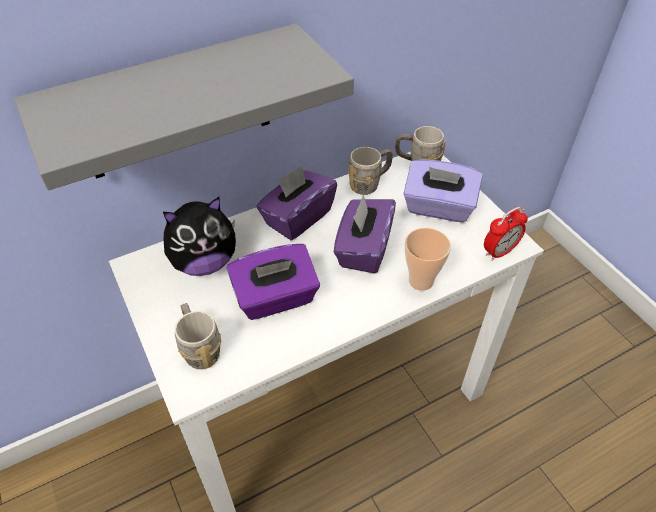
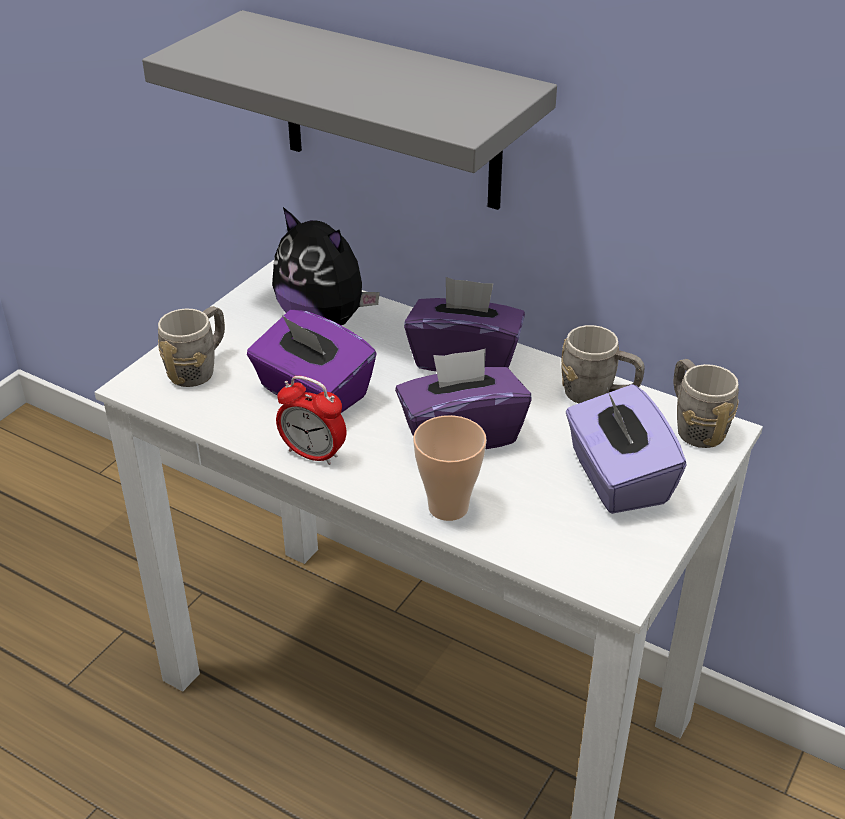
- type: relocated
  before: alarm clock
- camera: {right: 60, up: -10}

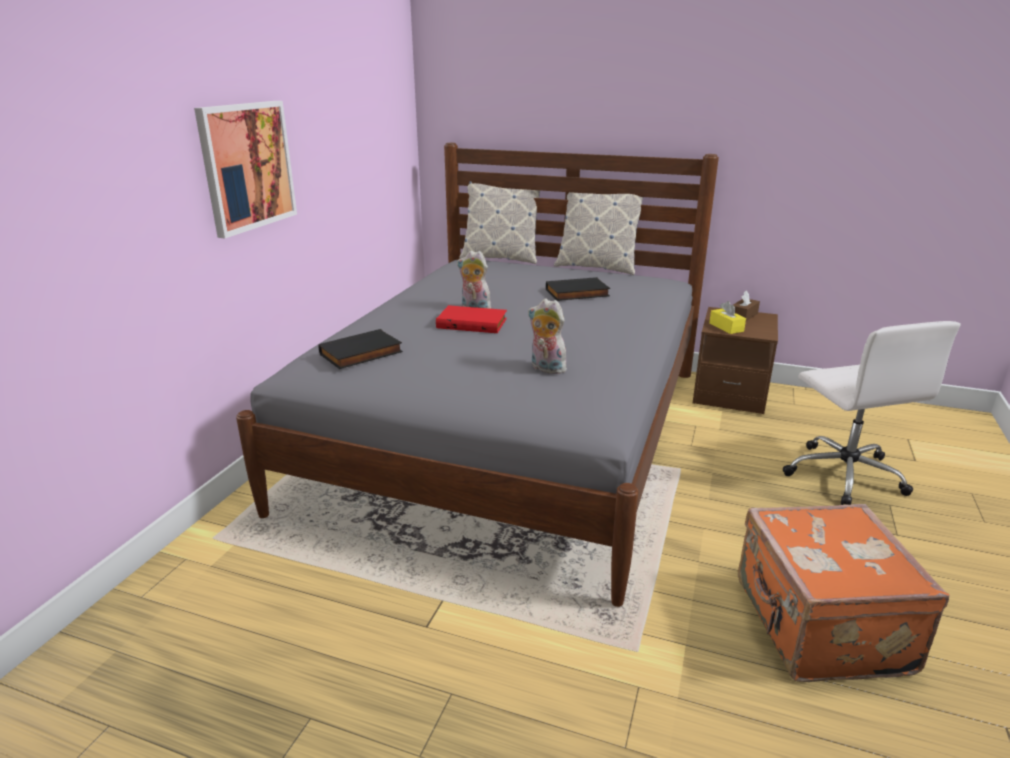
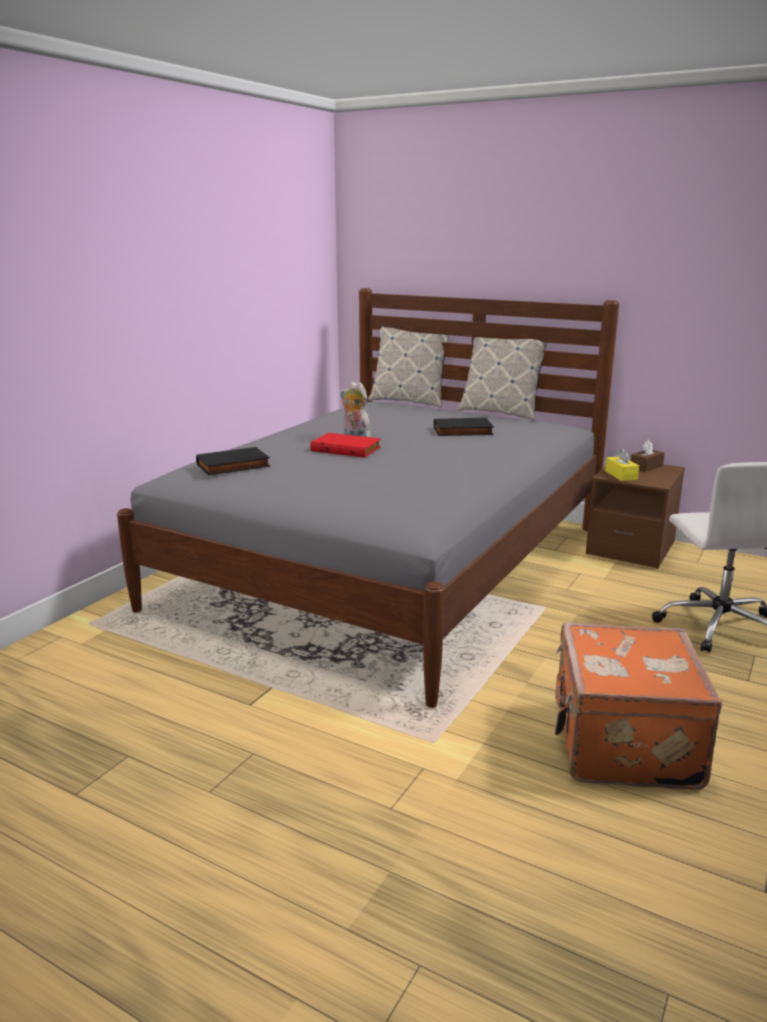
- type: missing
  before: picture
- type: missing
  before: plush toy (no. 2 from left)
- camera: {right: 10, up: -5}

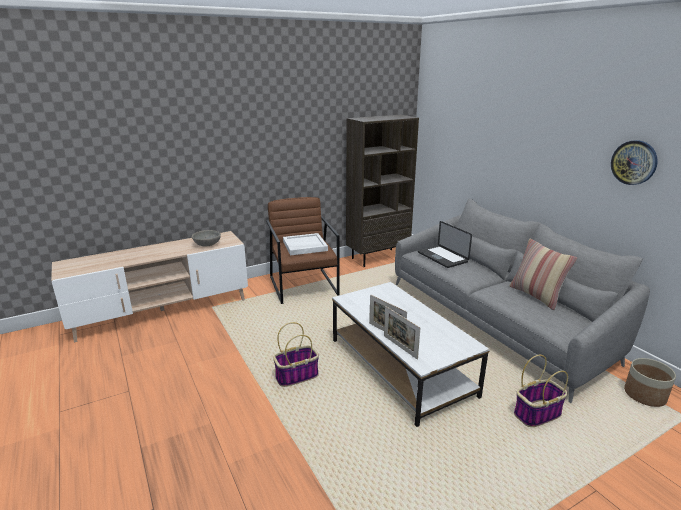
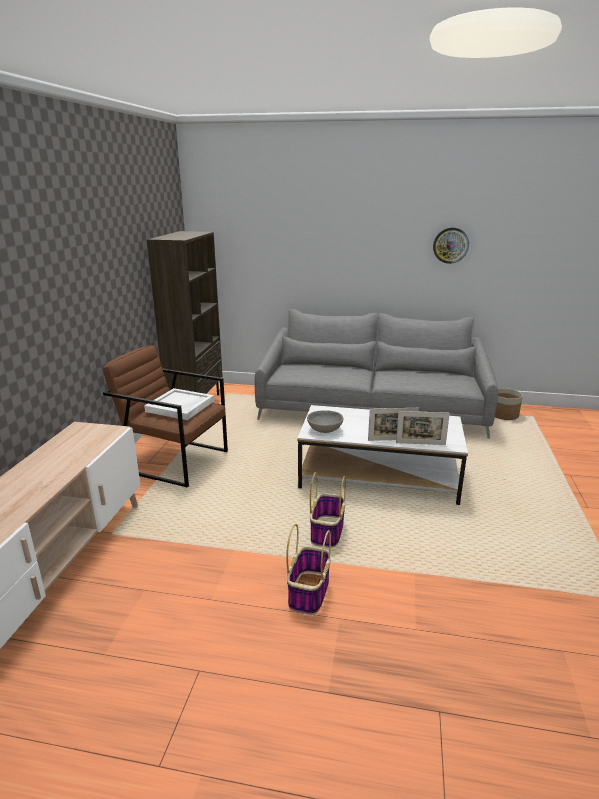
- type: missing
  before: laptop
- type: missing
  before: pillow
- type: relocated
  before: grey bowl
- type: relocated
  before: basket (no. 2 from left in the first image)
  after: basket (no. 1 from left)
- camera: {right: -50, up: 0}

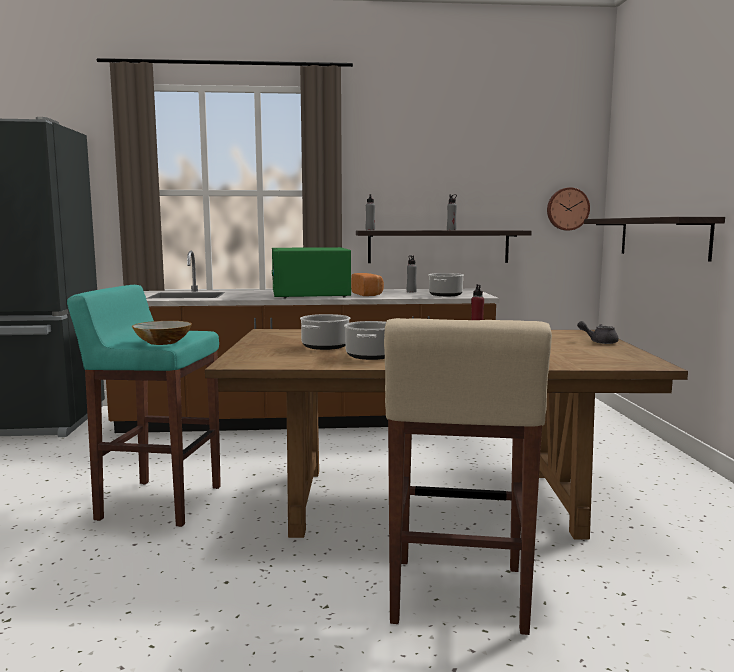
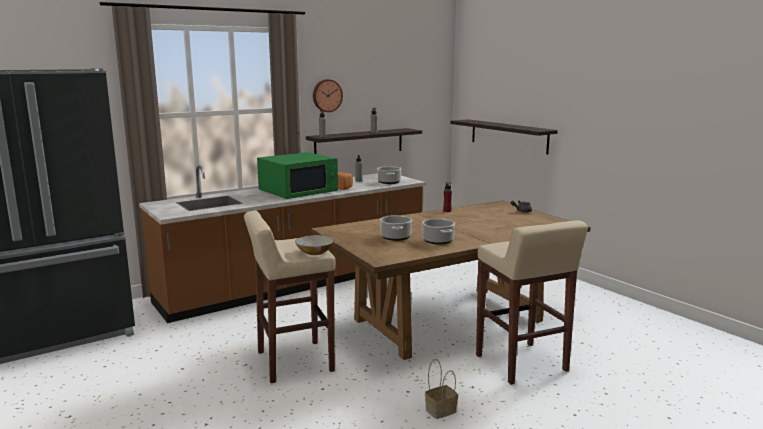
- type: appeared
  after: basket
- type: relocated
  before: wall clock
- type: colour
  before: turquoise stool
  after: beige stool (no. 1 from left)
- type: spun
  before: green microwave
  turn: -90
- camera: {right: -30, up: 5}

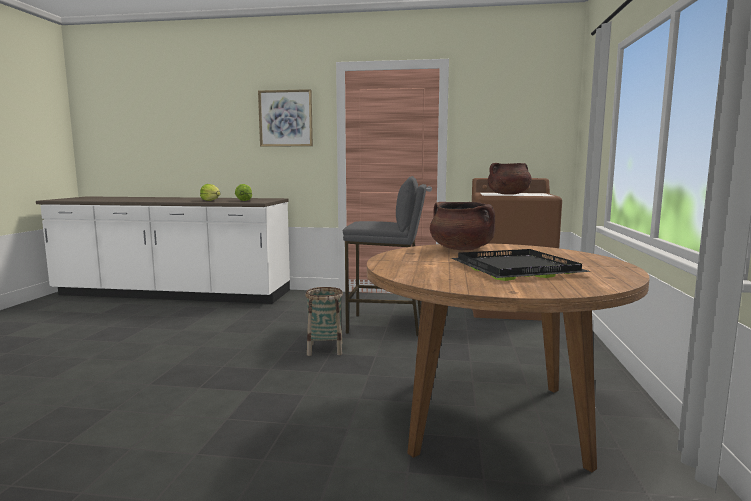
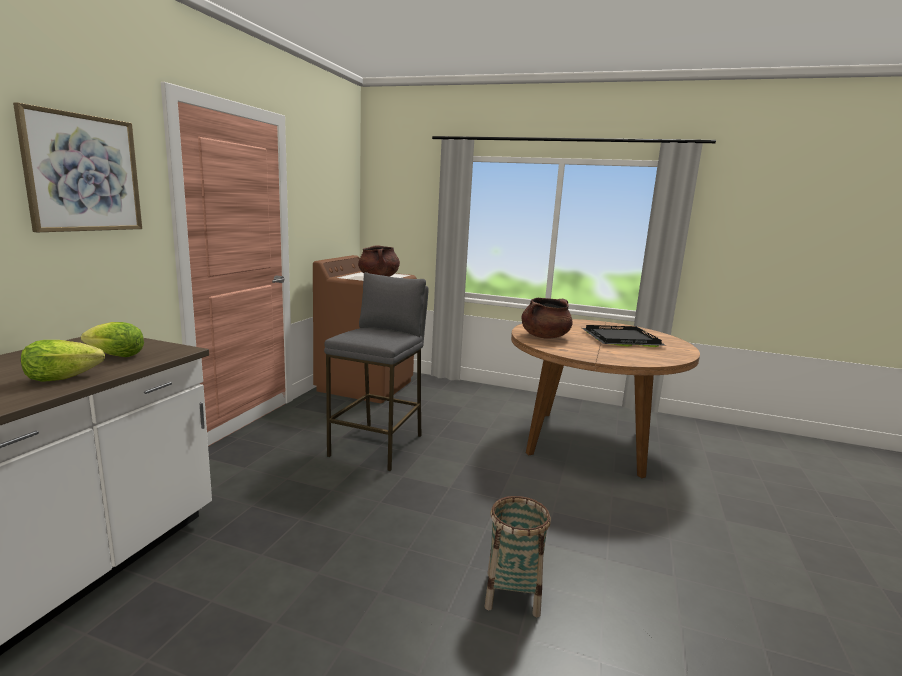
- type: relocated
  before: basket
- camera: {right: -80, up: 5}

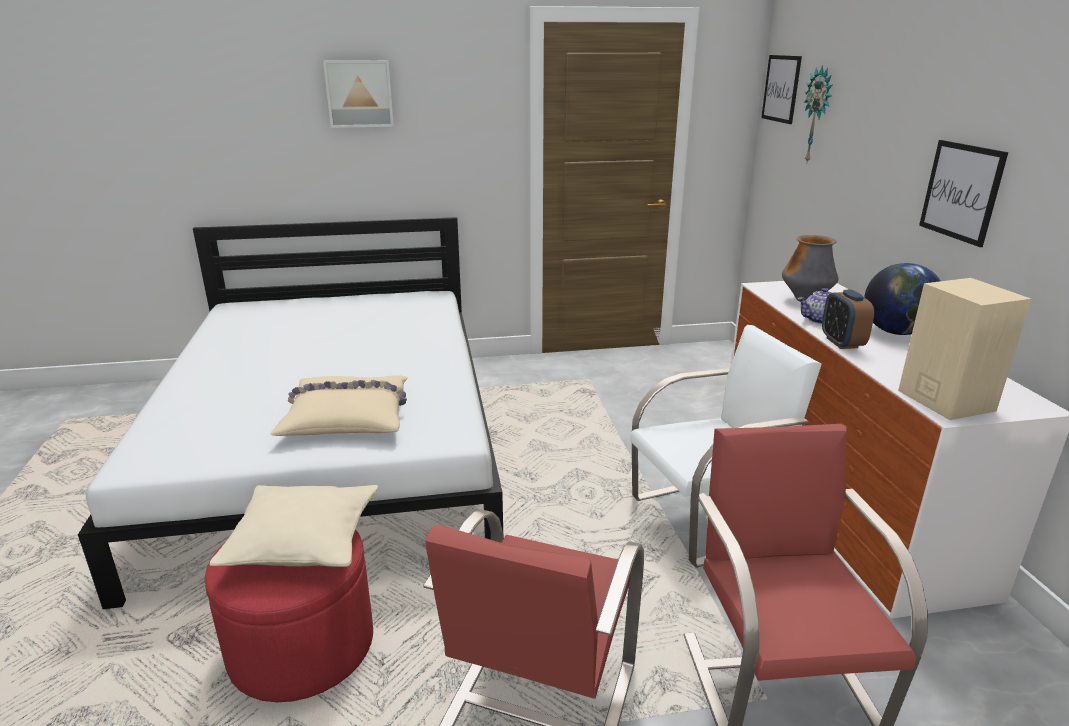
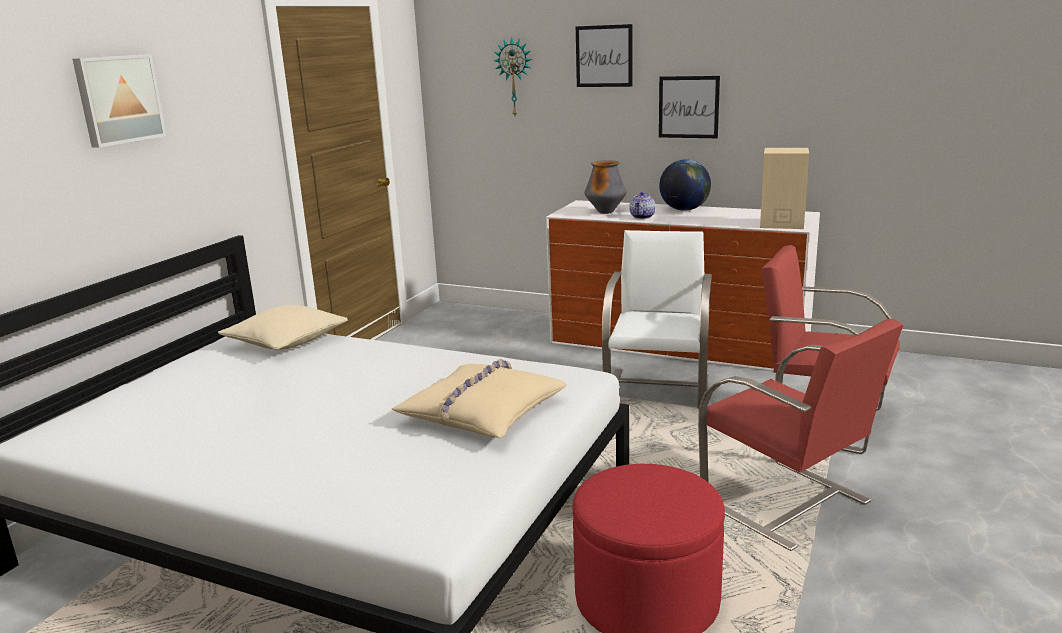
- type: missing
  before: alarm clock
- type: relocated
  before: beige pillow (no. 1 from left)
- type: relocated
  before: picture (no. 2 from left)
- camera: {right: -55, up: -5}

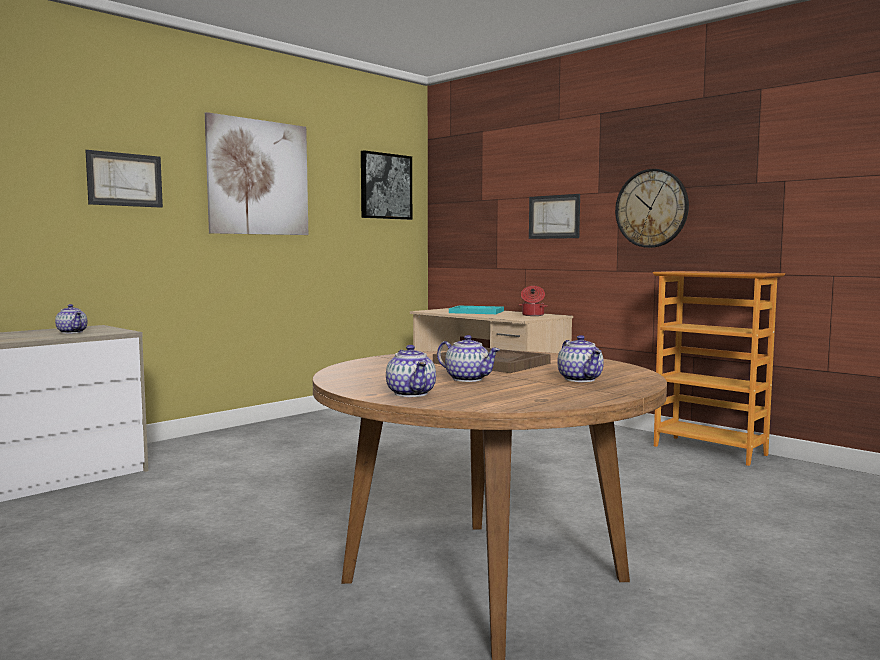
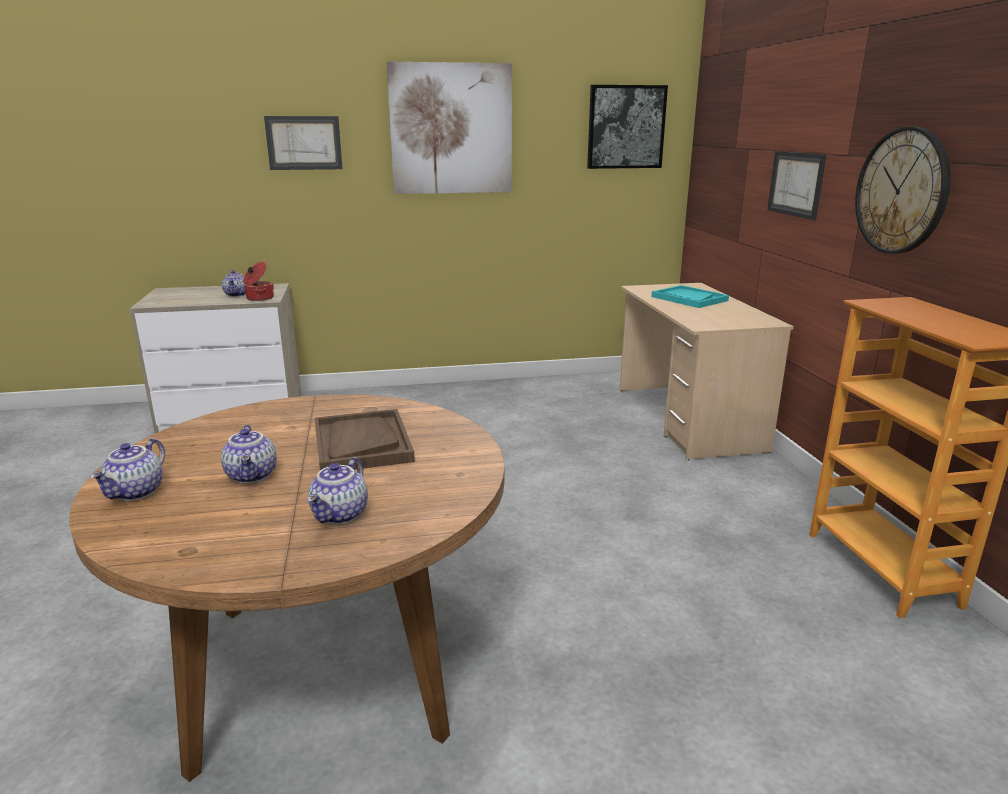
- type: relocated
  before: cooking pot
- camera: {right: 35, up: 15}

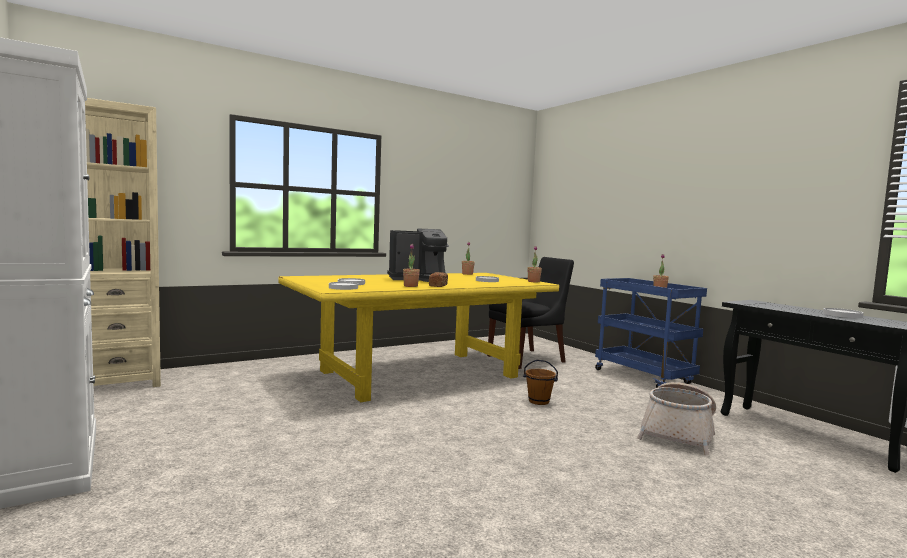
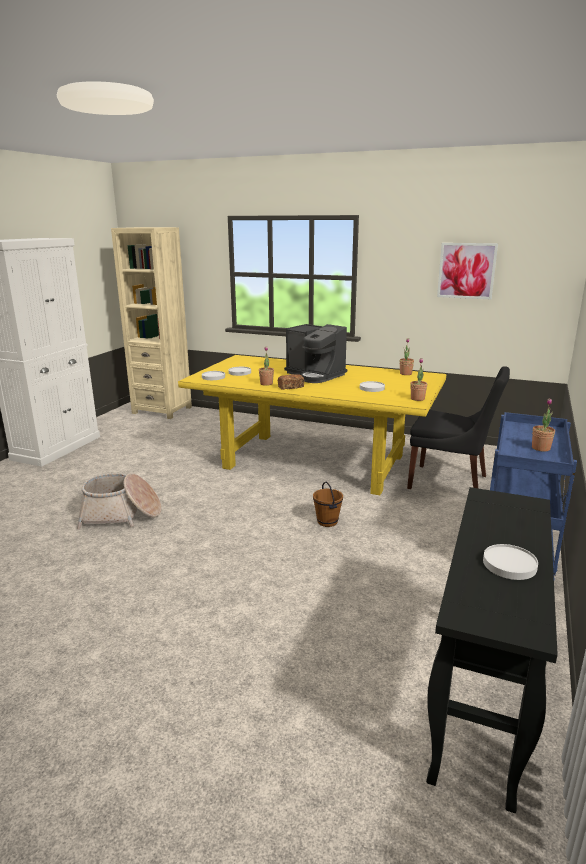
- type: appeared
  after: picture
- type: relocated
  before: basket
- camera: {right: 55, up: 15}

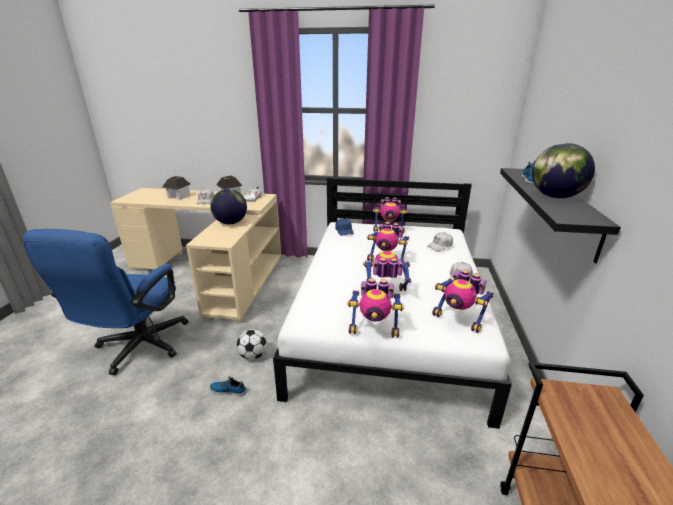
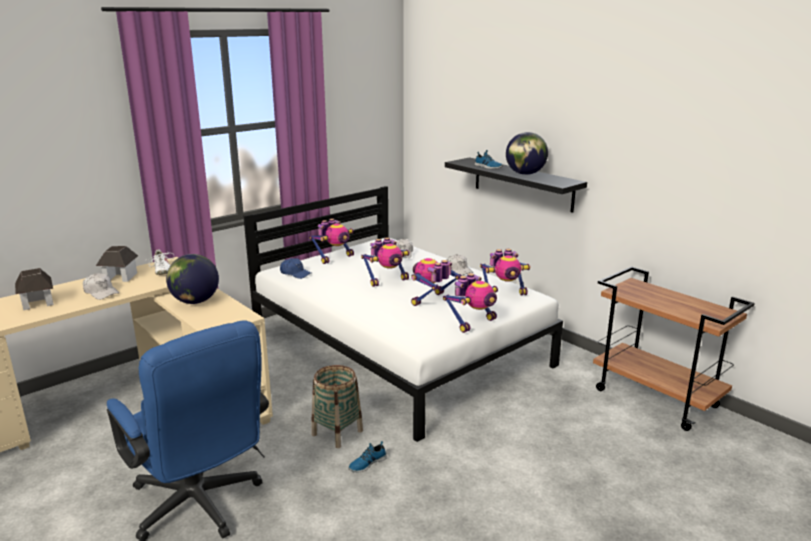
- type: exchanged
  before: football
  after: basket
- camera: {right: -50, up: -5}

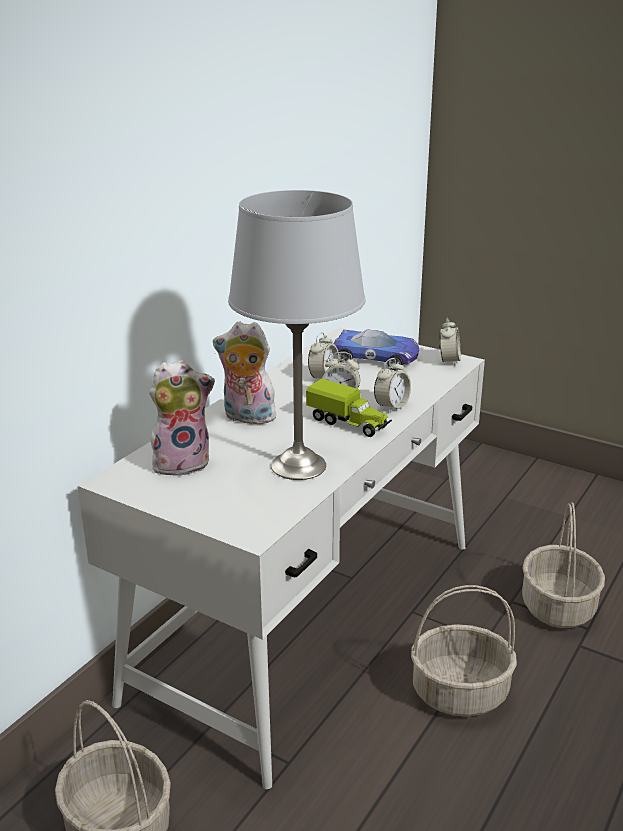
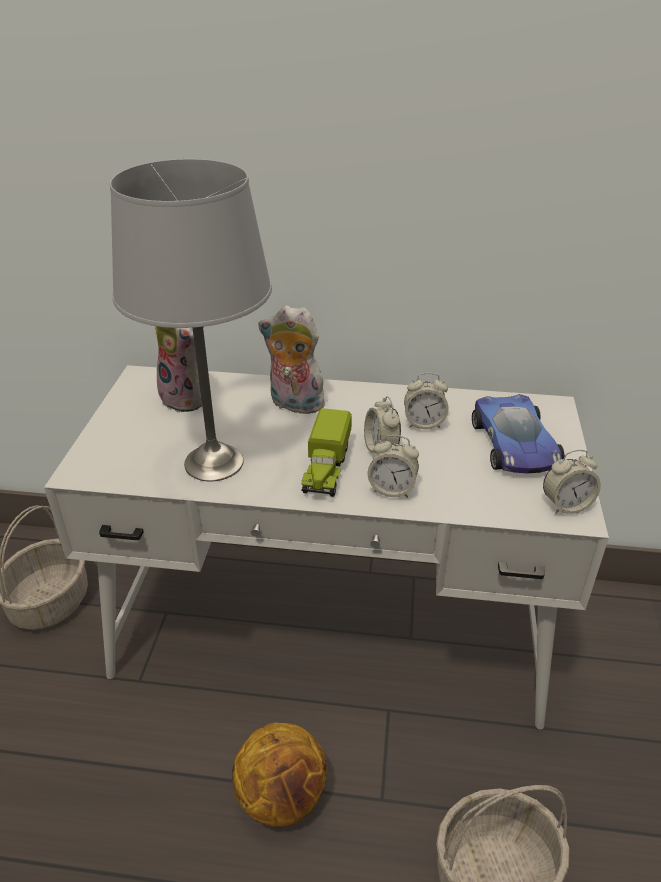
- type: exchanged
  before: basket (no. 2 from left)
  after: basketball
- type: spun
  before: plush toy (no. 2 from left)
  turn: -60
- camera: {right: 65, up: 10}

